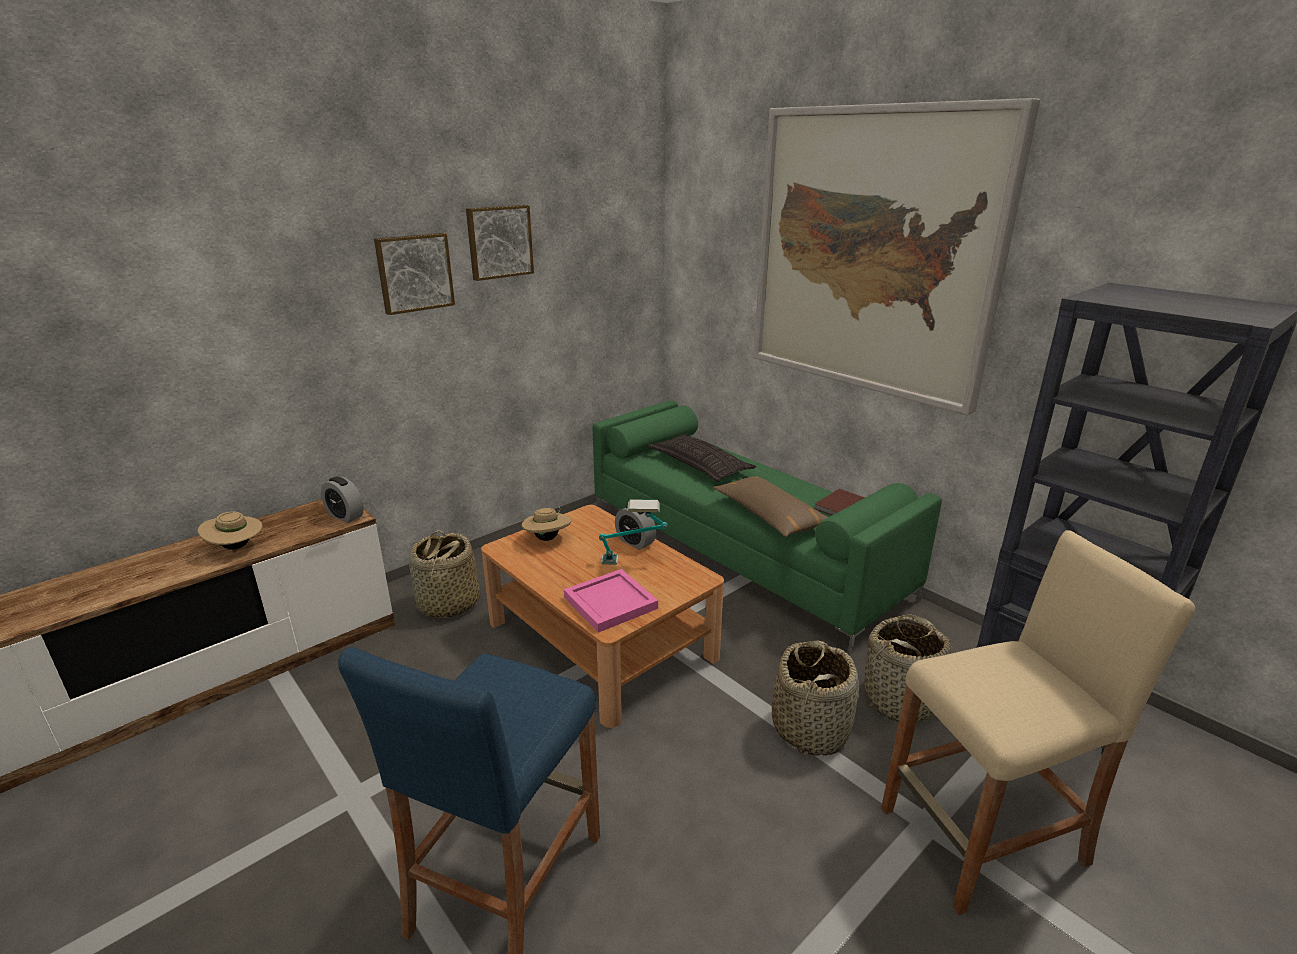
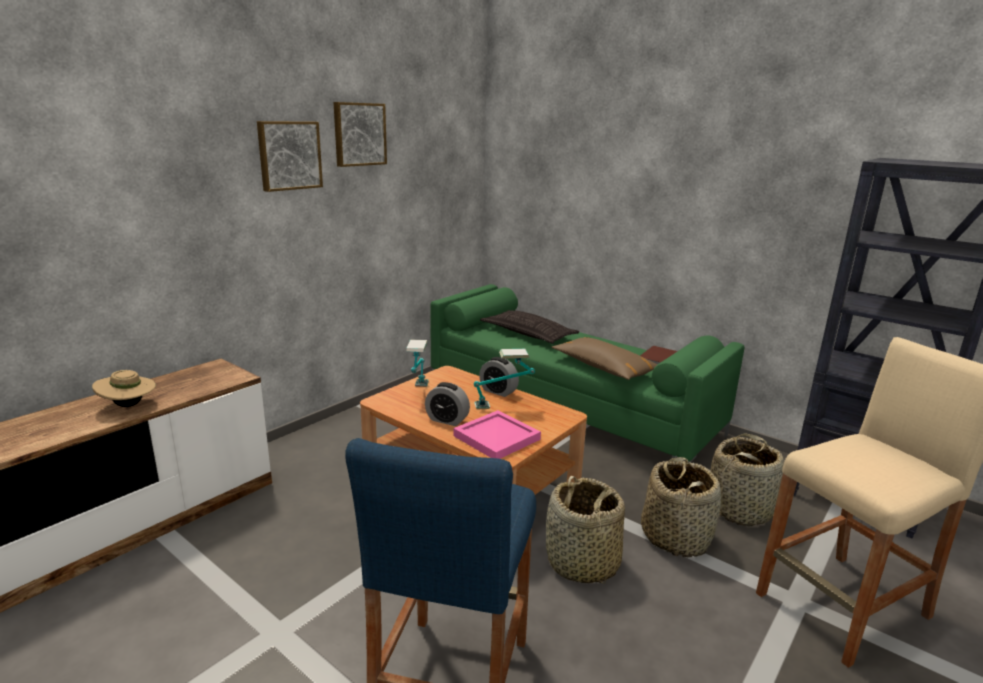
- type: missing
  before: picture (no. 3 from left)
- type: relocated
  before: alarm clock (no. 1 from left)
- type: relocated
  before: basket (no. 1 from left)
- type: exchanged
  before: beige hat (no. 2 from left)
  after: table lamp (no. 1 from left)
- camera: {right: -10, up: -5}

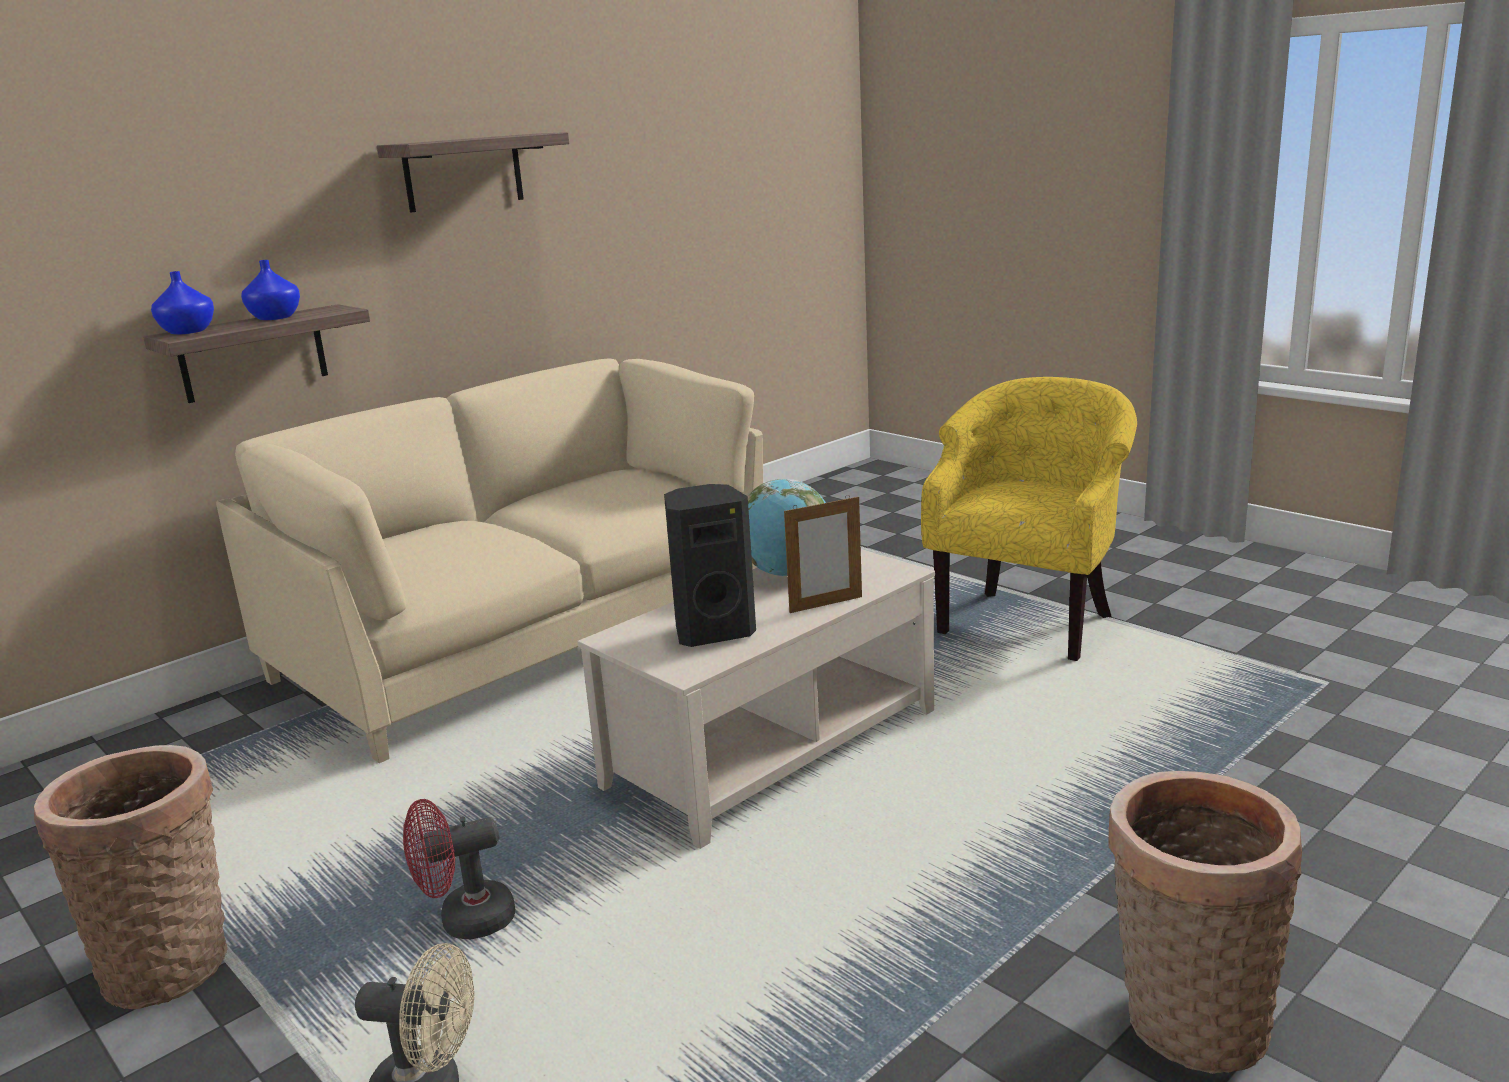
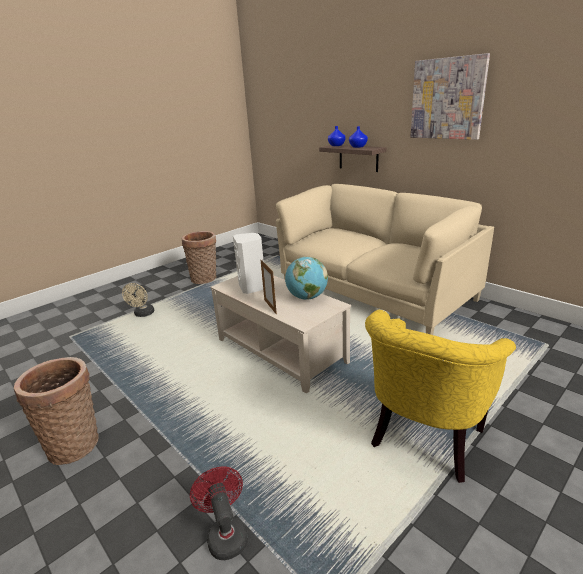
- type: relocated
  before: red fan
- type: exchanged
  before: shelf (no. 2 from left)
  after: picture
- type: colour
  before: black speaker
  after: white speaker
- type: spun
  before: yellow armchair
  turn: 90
- camera: {right: 90, up: 5}

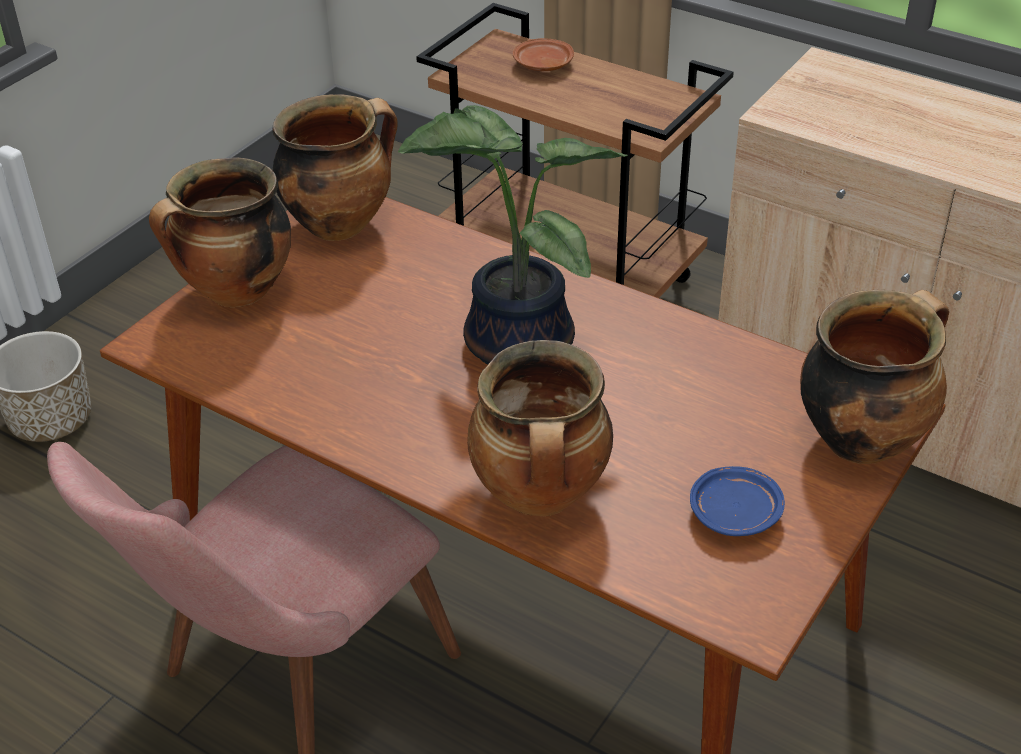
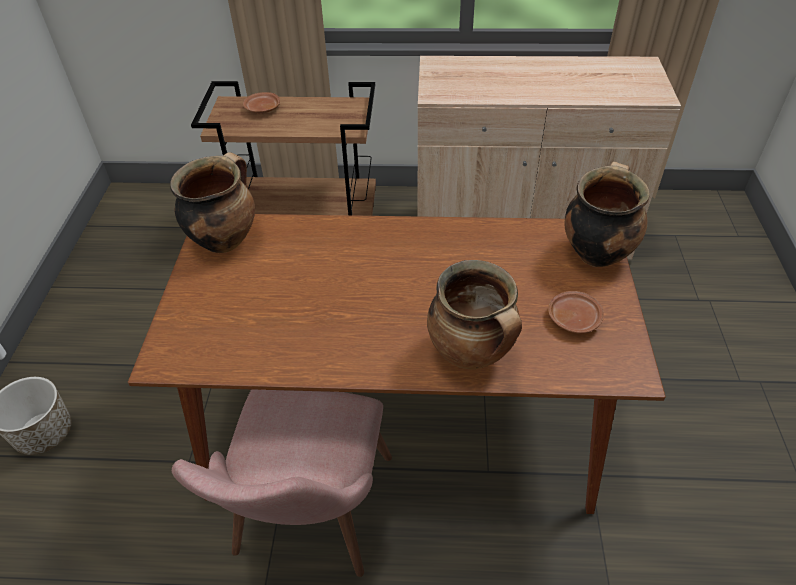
- type: missing
  before: cooking pot (no. 1 from left)
- type: missing
  before: potted plant
- type: colour
  before: blue plate
  after: brown plate (no. 2 from left)
- camera: {right: -30, up: 5}

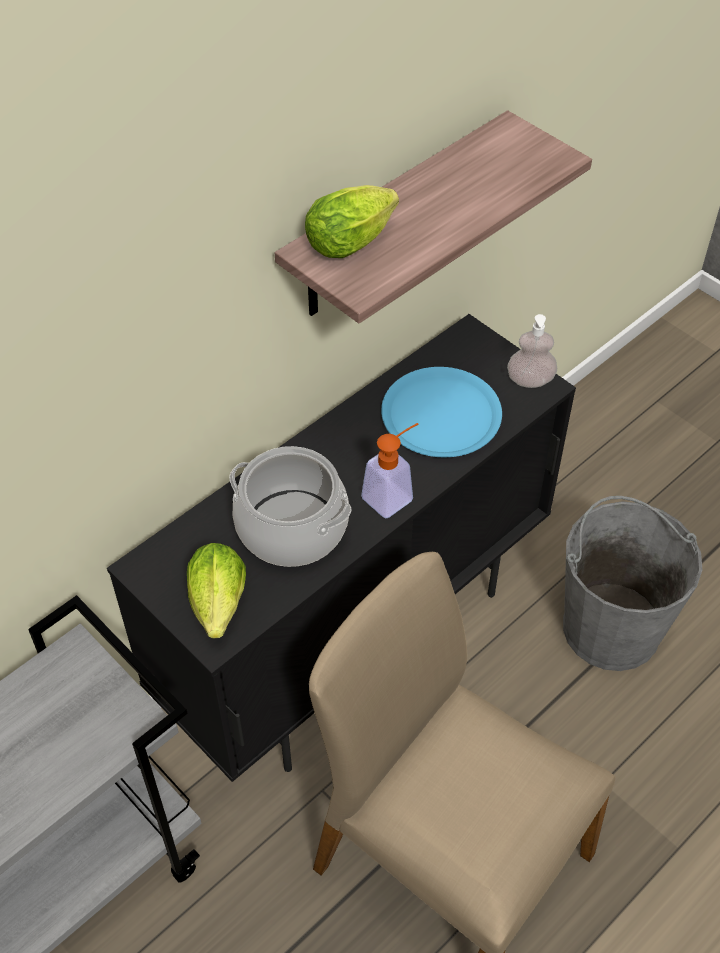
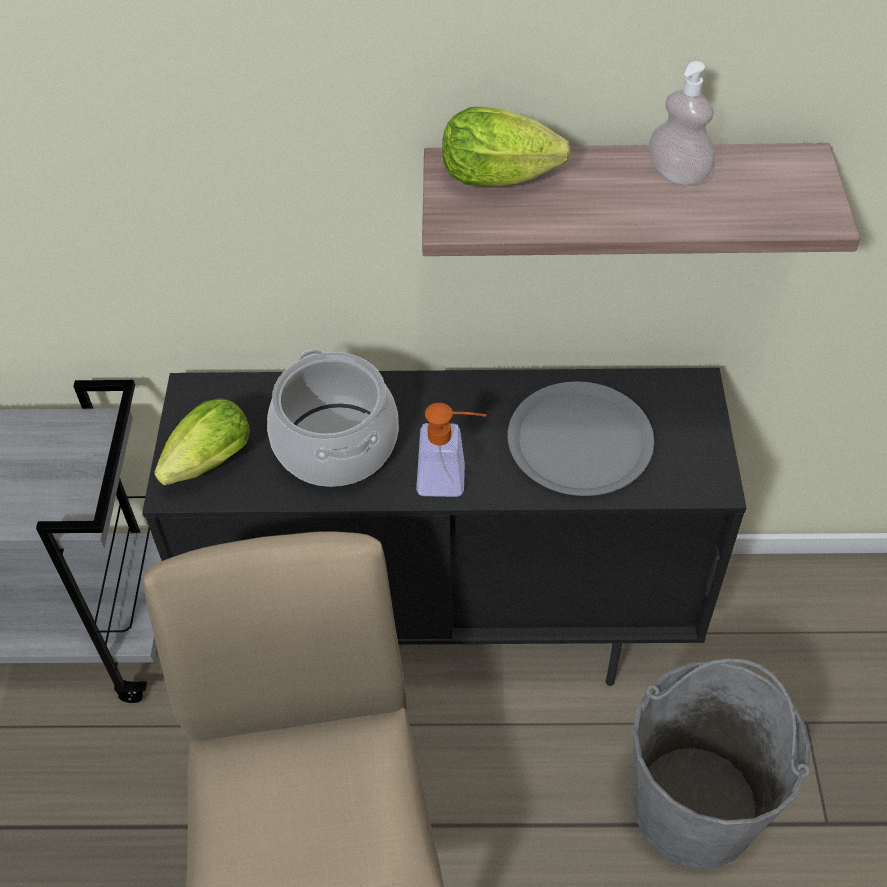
- type: relocated
  before: soap dispenser (no. 2 from left)
- type: colour
  before: blue plate
  after: grey plate
- camera: {right: 45, up: 0}

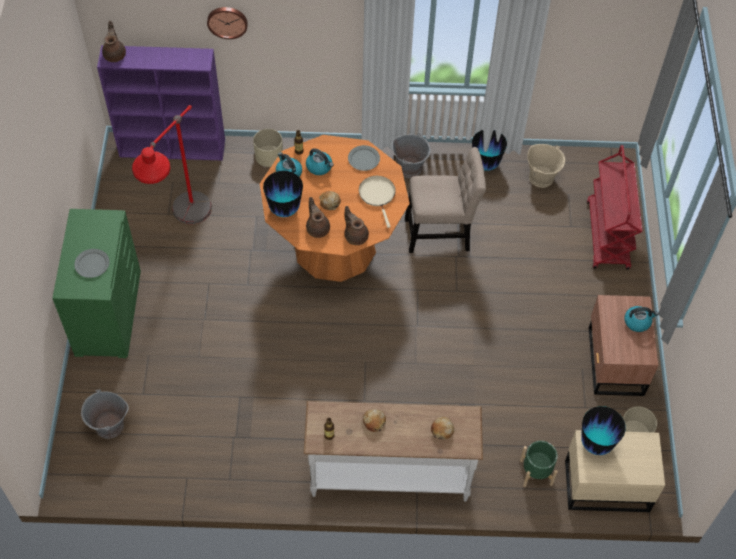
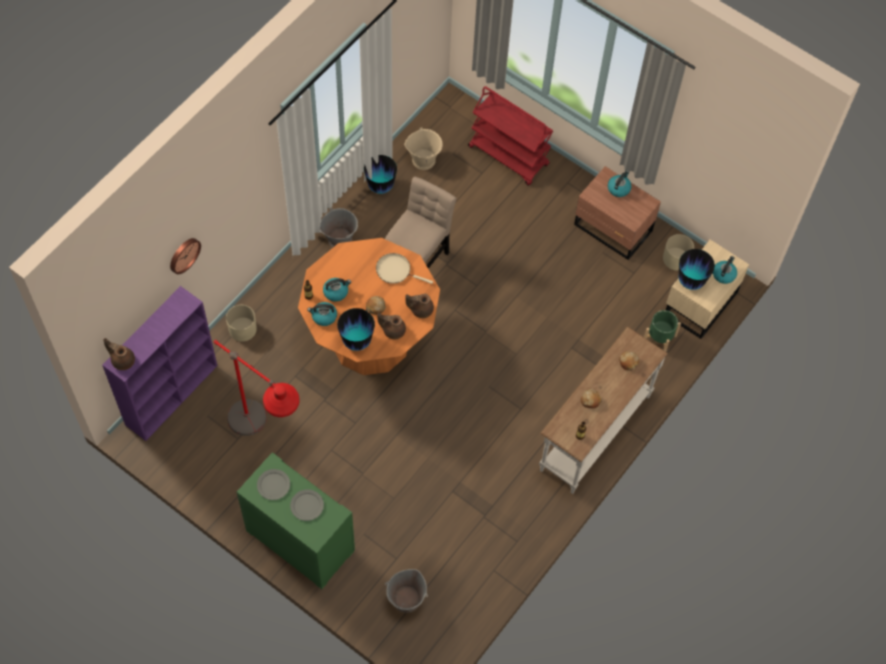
- type: appeared
  after: kettle (no. 4 from left)
- type: relocated
  before: grey plate (no. 2 from left in the first image)
  after: grey plate (no. 1 from left)
- camera: {right: -55, up: 5}

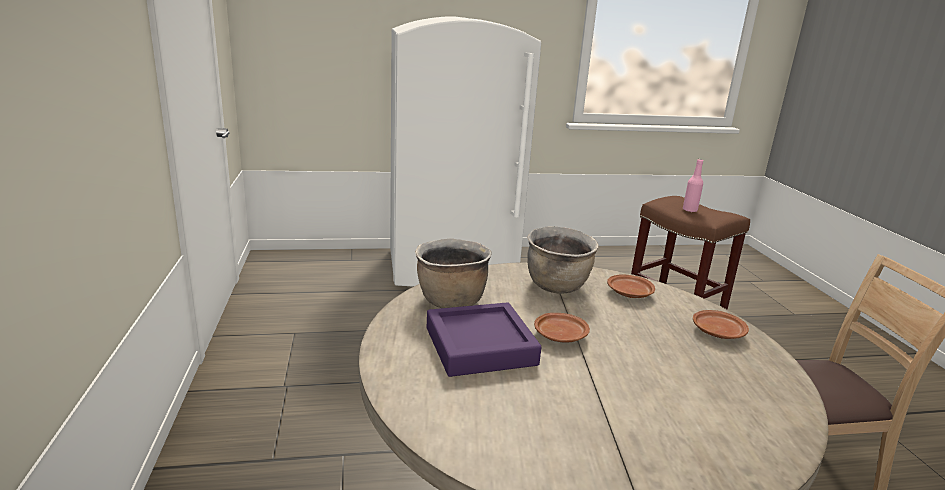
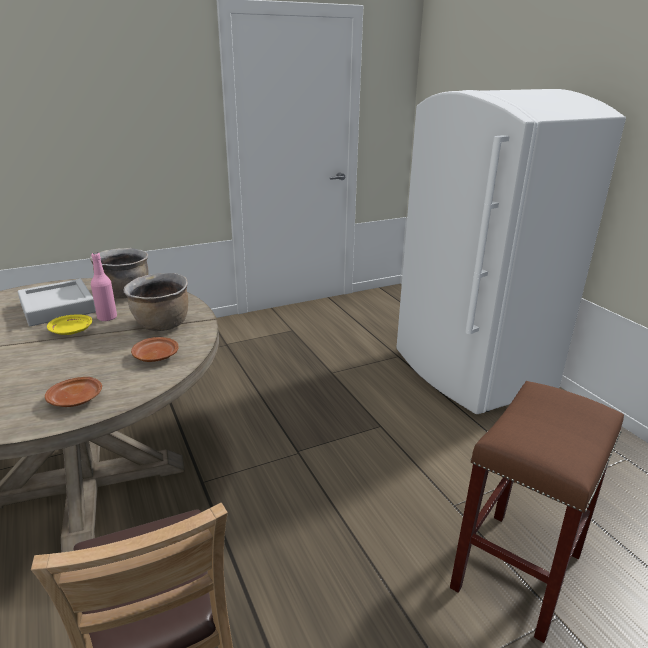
- type: relocated
  before: pink bottle
- type: colour
  before: purple tray
  after: grey tray
- type: colour
  before: brown plate (no. 1 from left)
  after: yellow plate
- camera: {right: 75, up: 5}

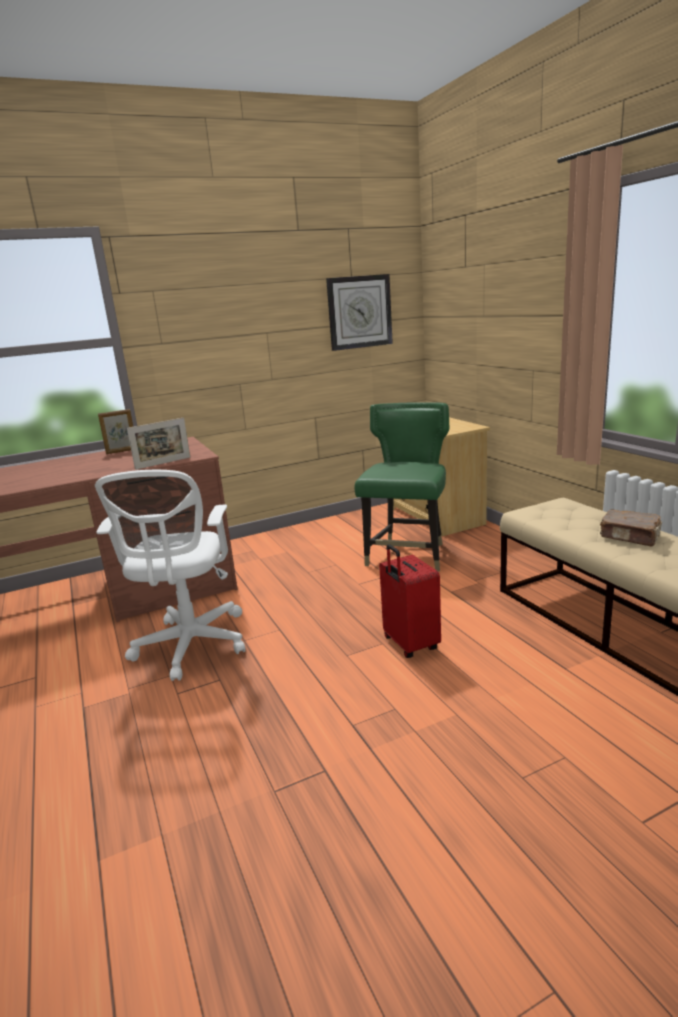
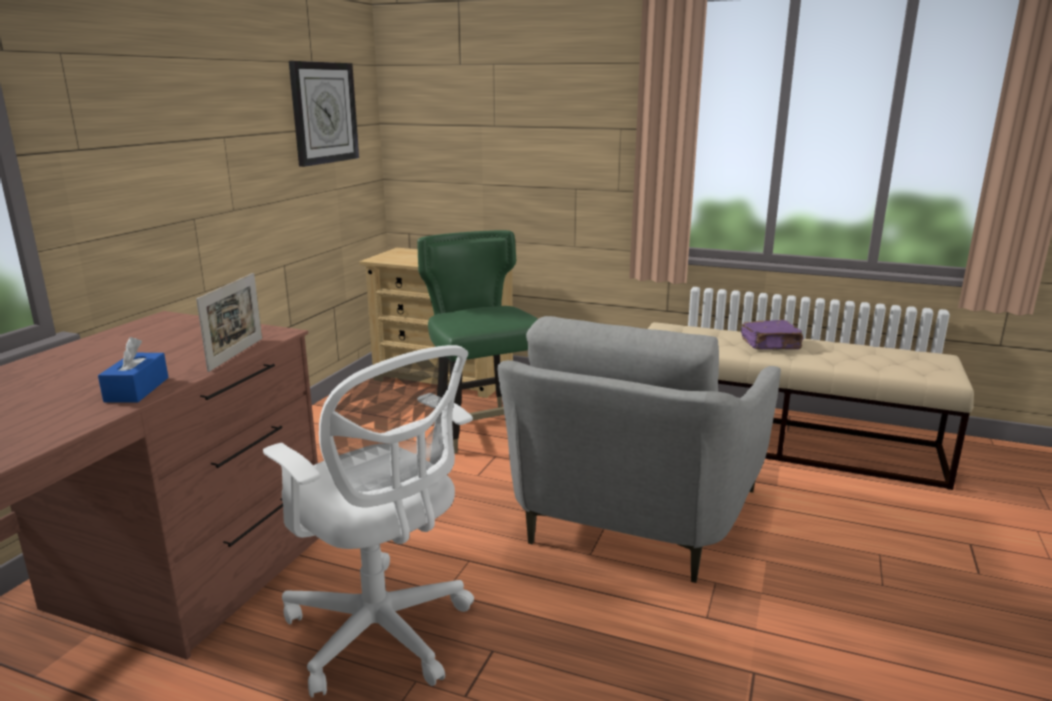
- type: missing
  before: picture frame (no. 1 from left)
- type: appeared
  after: blue tissue box
- type: exchanged
  before: red suitcase
  after: grey armchair
- type: colour
  before: brown book
  after: purple book
- camera: {right: -45, up: 0}

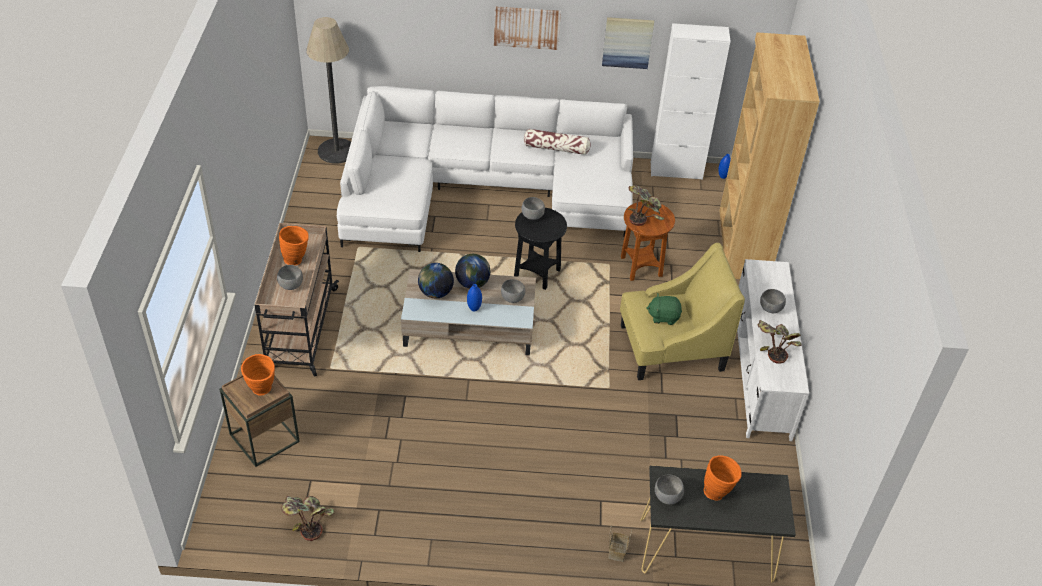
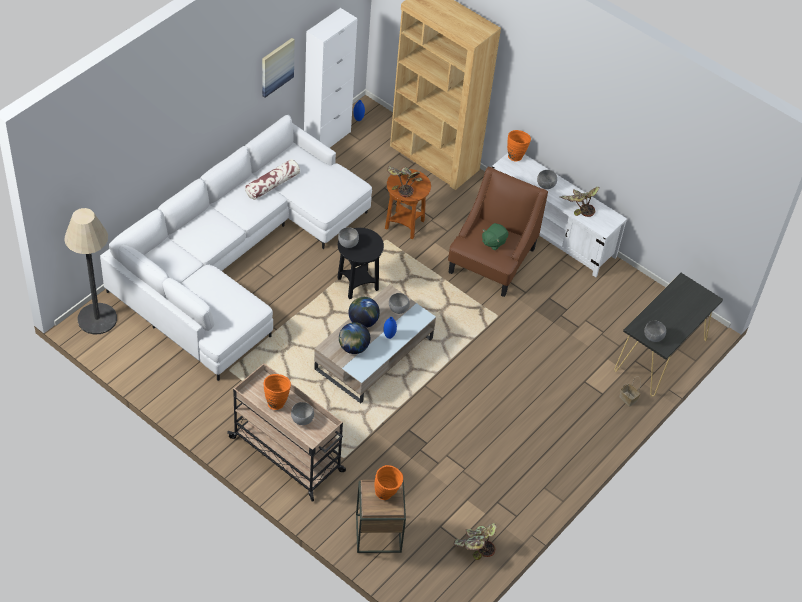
- type: missing
  before: picture (no. 1 from left)
- type: relocated
  before: orange vase (no. 3 from left)
- type: colour
  before: yellow armchair
  after: brown armchair
- camera: {right: -55, up: 5}

